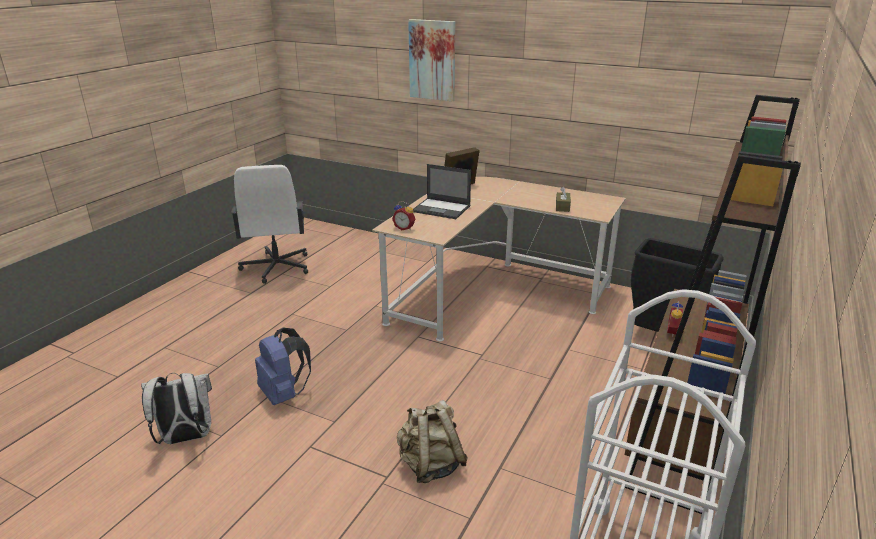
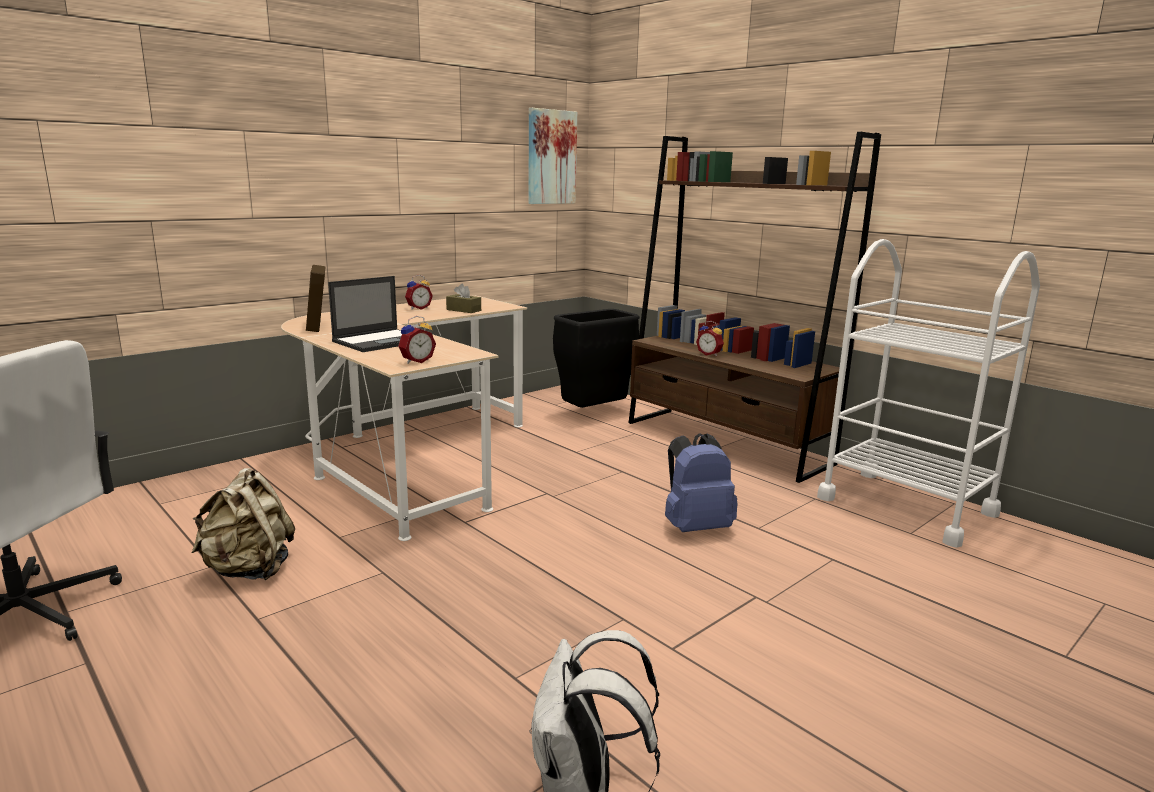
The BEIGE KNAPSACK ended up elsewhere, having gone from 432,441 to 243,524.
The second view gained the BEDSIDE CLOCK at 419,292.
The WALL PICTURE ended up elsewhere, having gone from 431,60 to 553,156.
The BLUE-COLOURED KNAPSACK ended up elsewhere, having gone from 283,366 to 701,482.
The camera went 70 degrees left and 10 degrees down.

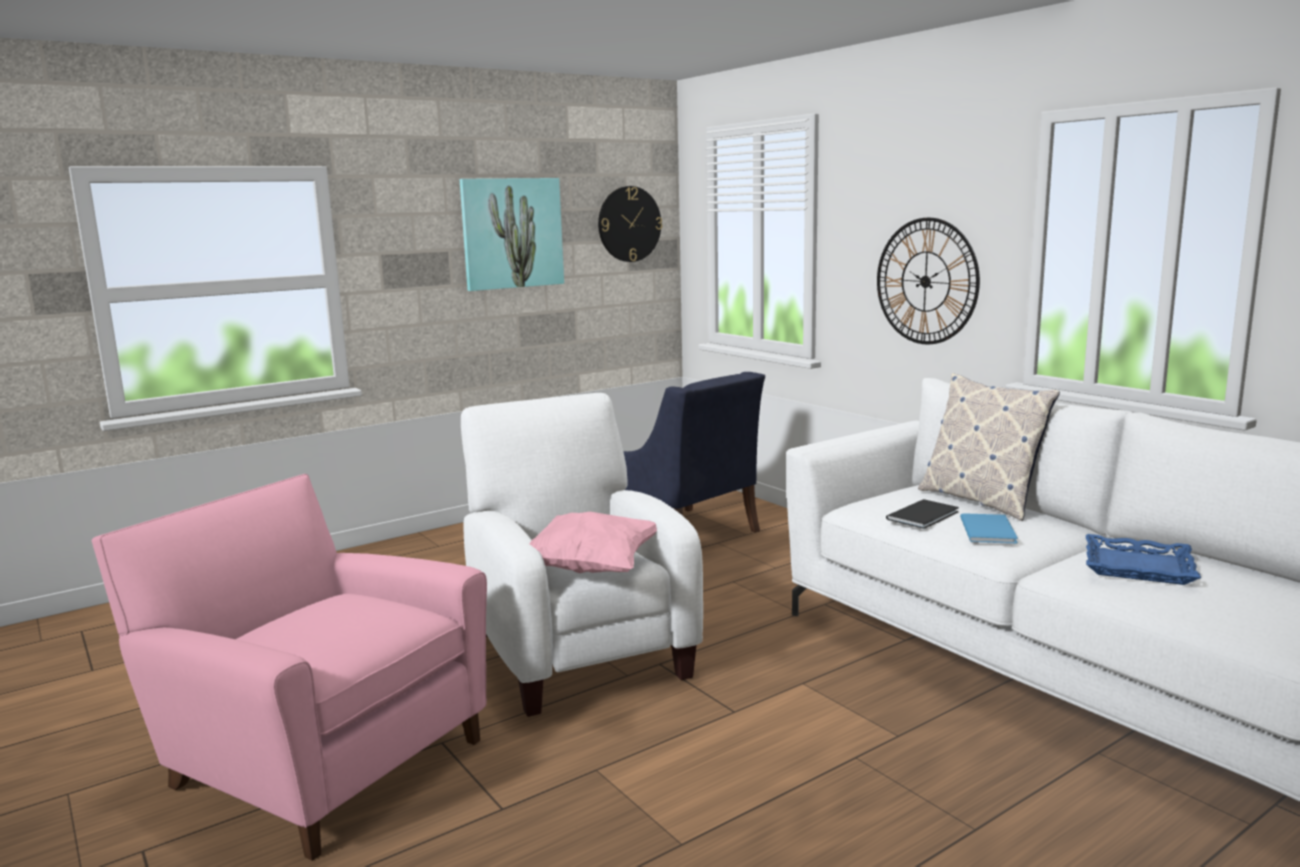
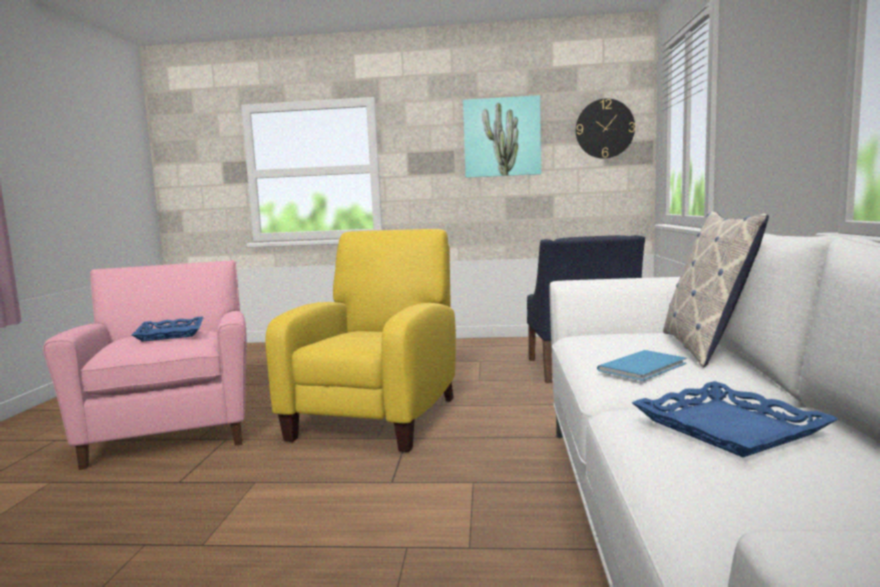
The second view gained the BLUE-COLOURED SERVING TRAY at 168,329.
What was the WHITISH LOUNGE CHAIR at 582,555 turned into the YELLOW-COLOURED LOUNGE CHAIR at 360,340.
The second view lost the PINK-COLOURED THROW PILLOW at 593,542.
The second view lost the HANGING CLOCK at 928,281.
The second view lost the BLACK VOLUME at 922,514.
The camera went 40 degrees right and 5 degrees down.

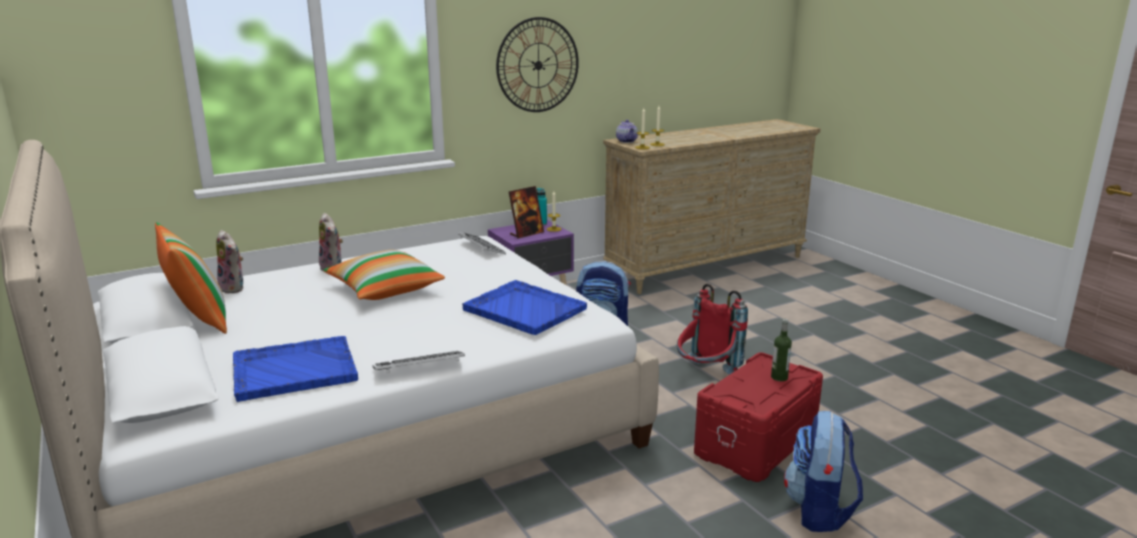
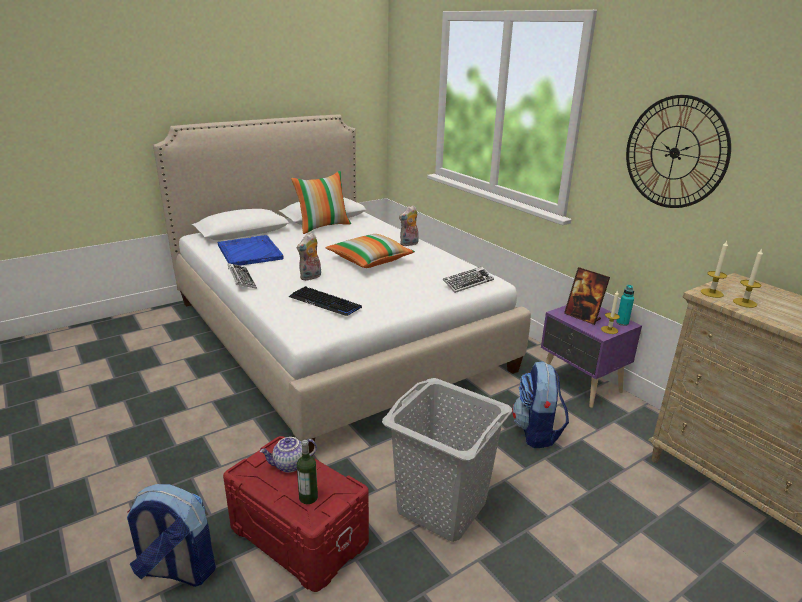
The POT FOR TEA ended up elsewhere, having gone from 627,131 to 288,455.
Where the BLUE-COLOURED SERVING TRAY stood at 524,307, the COMPUTER KEYBOARD came to stand at 325,301.
The CUDDLY TOY ended up elsewhere, having gone from 229,262 to 309,256.
Where the RED-COLOURED KNAPSACK stood at 712,329, the GRAY HAMPER came to stand at 447,460.
The camera went 85 degrees right and 5 degrees up.

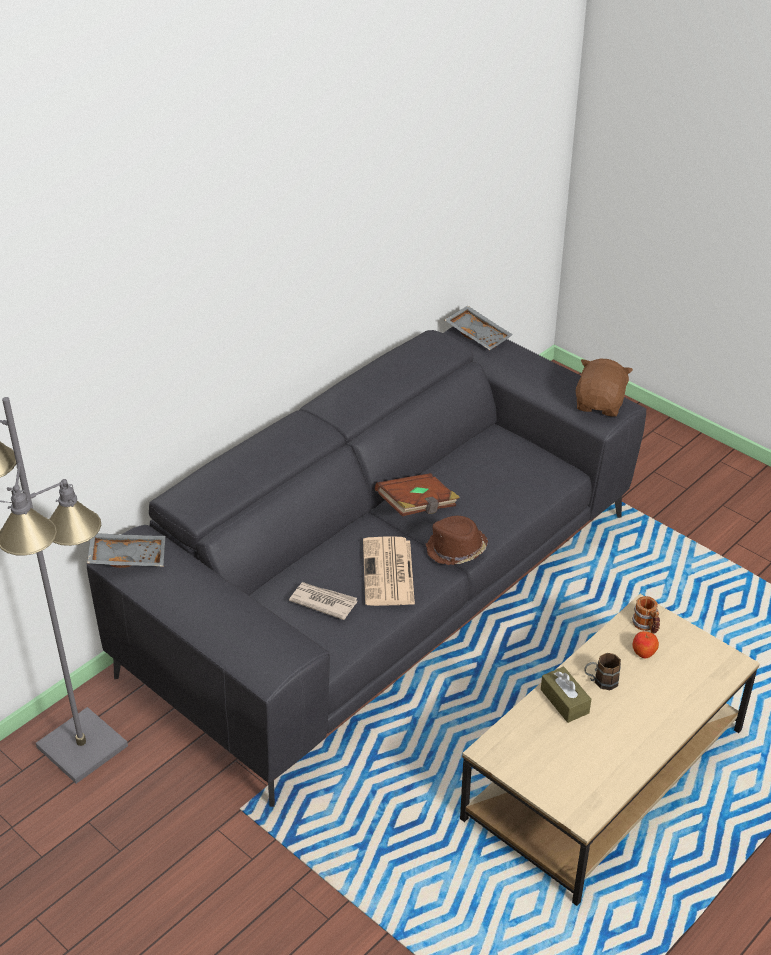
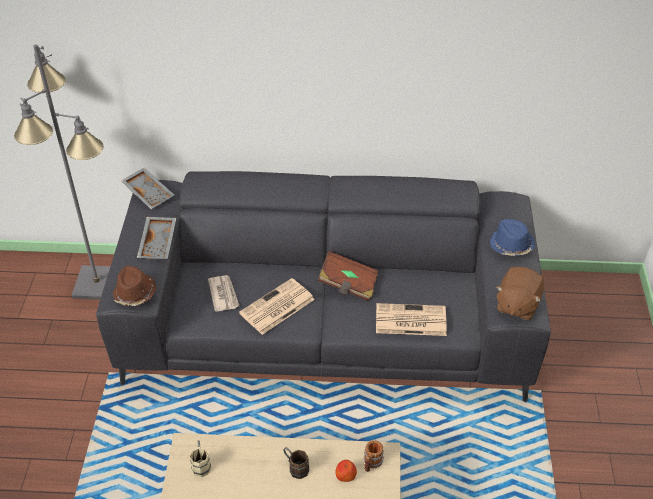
The BROWN WEARABLE HAT ended up elsewhere, having gone from 457,540 to 134,286.
The GRAY SERVING TRAY ended up elsewhere, having gone from 479,328 to 156,238.
The second view gained the BEIGE MUG at 200,458.
The second view gained the DAILY PAPER at 411,319.
The second view gained the BLUE-COLOURED WEARABLE HAT at 512,237.
The BROWN CUDDLY TOY at 604,387 ended up facing another way, 135 degrees clockwise from before.
The second view lost the BROWN BOX OF TISSUES at 566,694.
The camera went 50 degrees right and 5 degrees up.

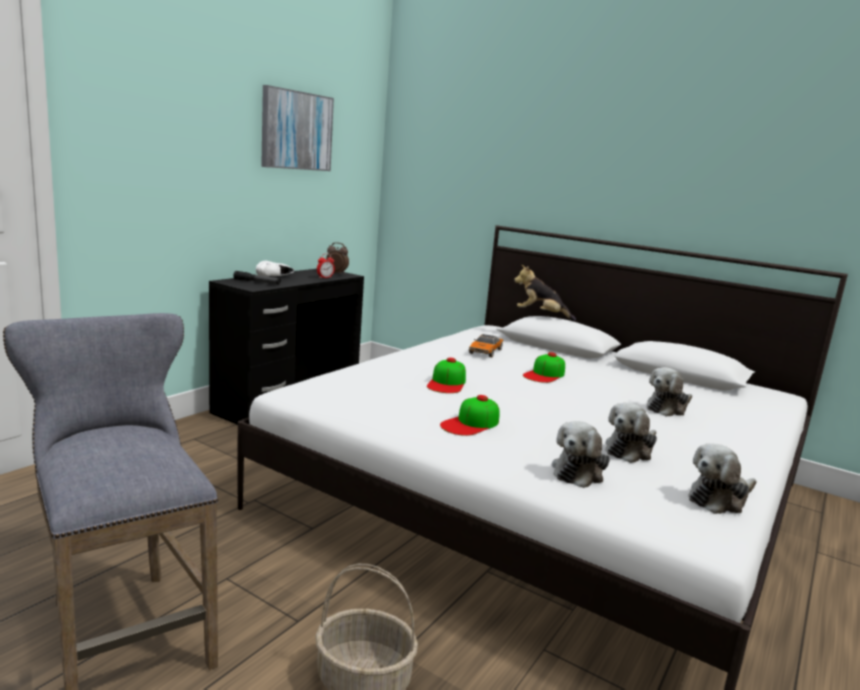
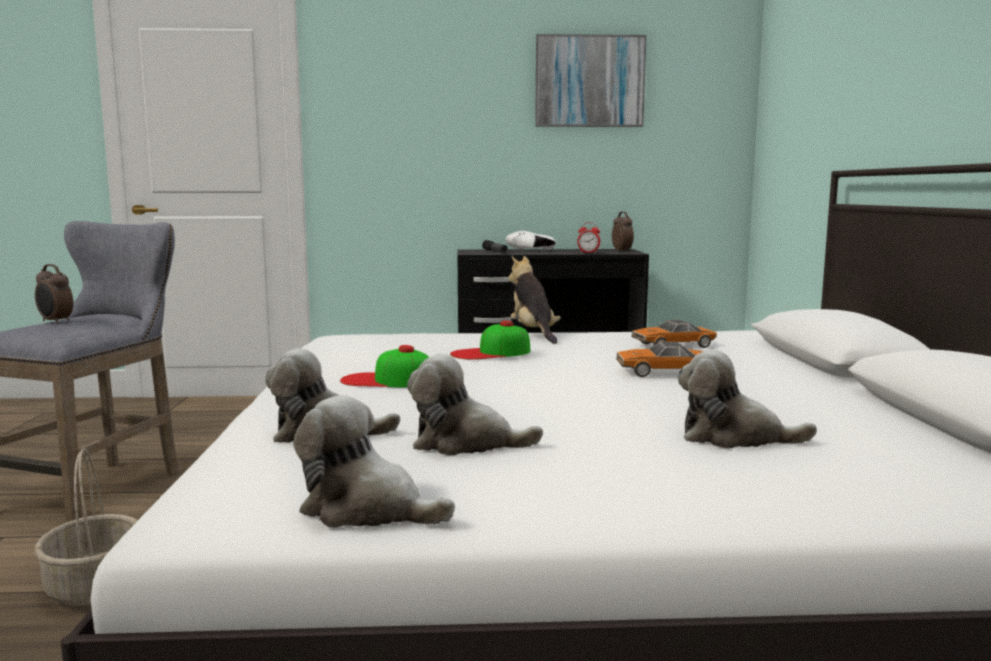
The second view gained the BEDSIDE CLOCK at 54,294.
The CUDDLY TOY ended up elsewhere, having gone from 545,293 to 535,300.
Where the BASEBALL CAP stood at 544,367, the MODEL CAR came to stand at 659,359.
The camera went 55 degrees right and 5 degrees down.

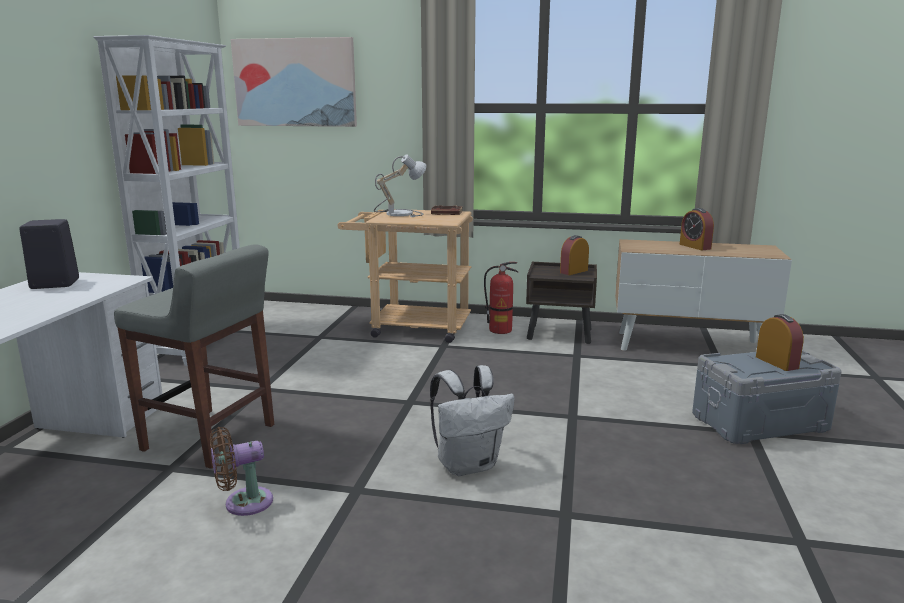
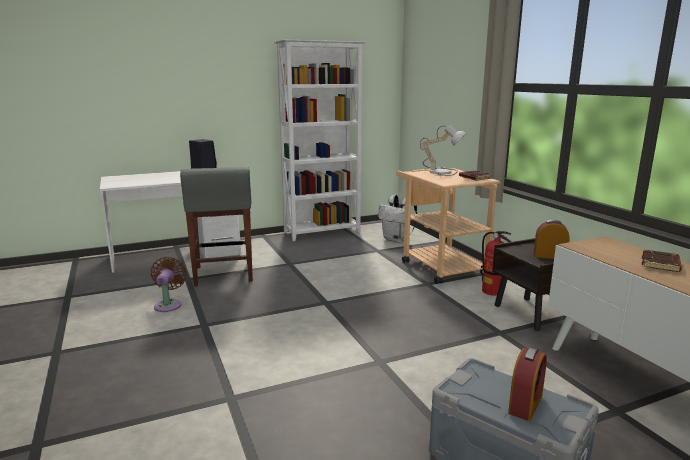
The BROWN COOLING FAN at 241,471 ended up facing another way, 60 degrees clockwise from before.
The WHITISH KNAPSACK ended up elsewhere, having gone from 472,420 to 397,218.
Where the BEDSIDE CLOCK stood at 696,229, the BROWN VOLUME came to stand at 662,260.
The second view lost the WALL PICTURE at 294,82.
The camera went 55 degrees right and 0 degrees up.

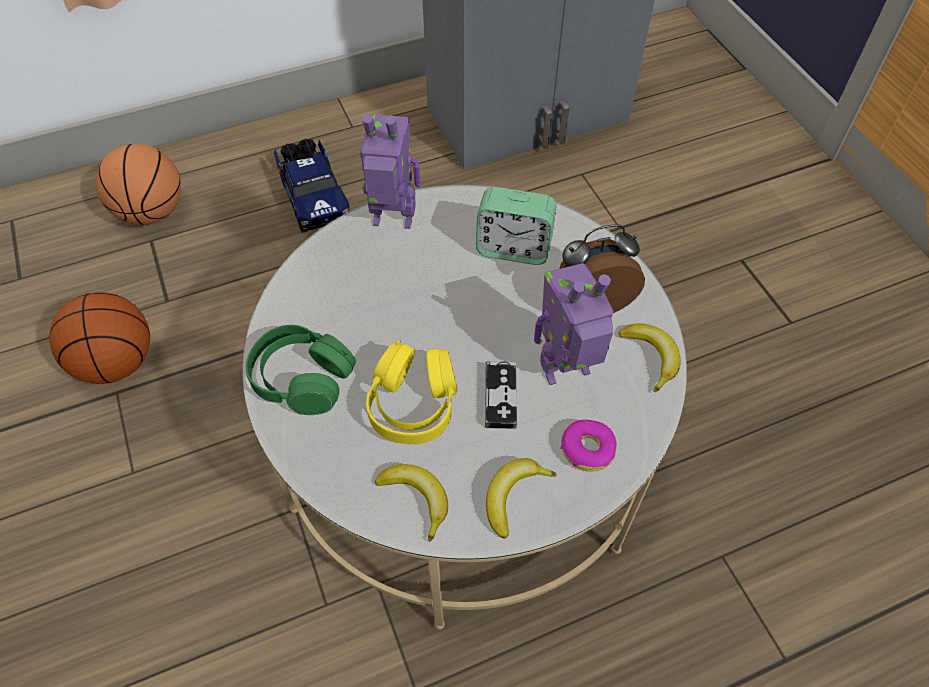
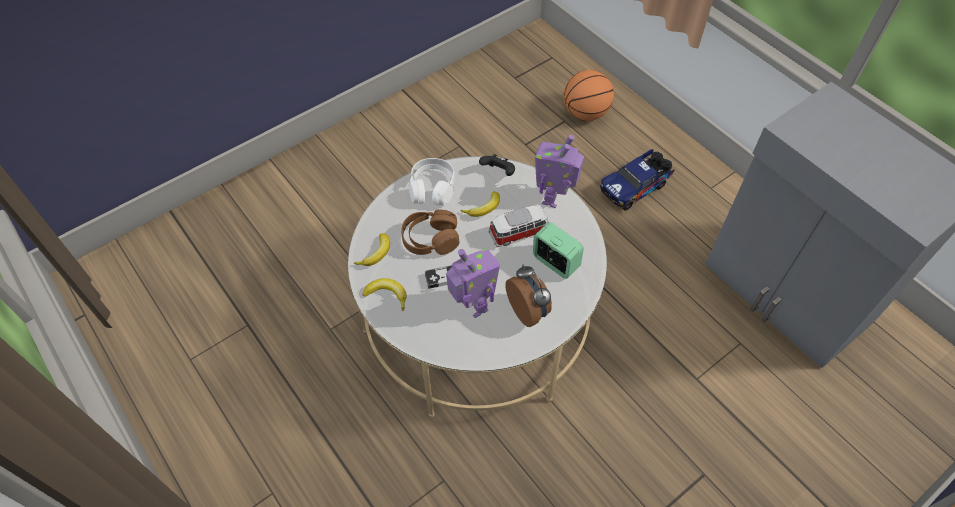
What was the YELLOW-COLOURED HEADSET at 412,392 turned into the BROWN HEADSET at 430,232.
What was the GREEN-COLOURED HEADSET at 301,370 turned into the WHITISH HEADSET at 432,181.
The WHOLE BANANA ended up elsewhere, having gone from 649,357 to 480,204.
The second view gained the BLACK GAMEPAD at 497,165.
The second view gained the MODEL CAR at 518,226.
The BEDSIDE CLOCK at 516,226 ended up facing another way, 135 degrees clockwise from before.
The ROBOT FIGURE at 390,171 ended up facing another way, 150 degrees counterclockwise from before.
The second view lost the BALL FOR BASKETBALL at 99,338.
The second view lost the RING DOUGHNUT at 589,446.
The camera went 75 degrees right and 0 degrees up.

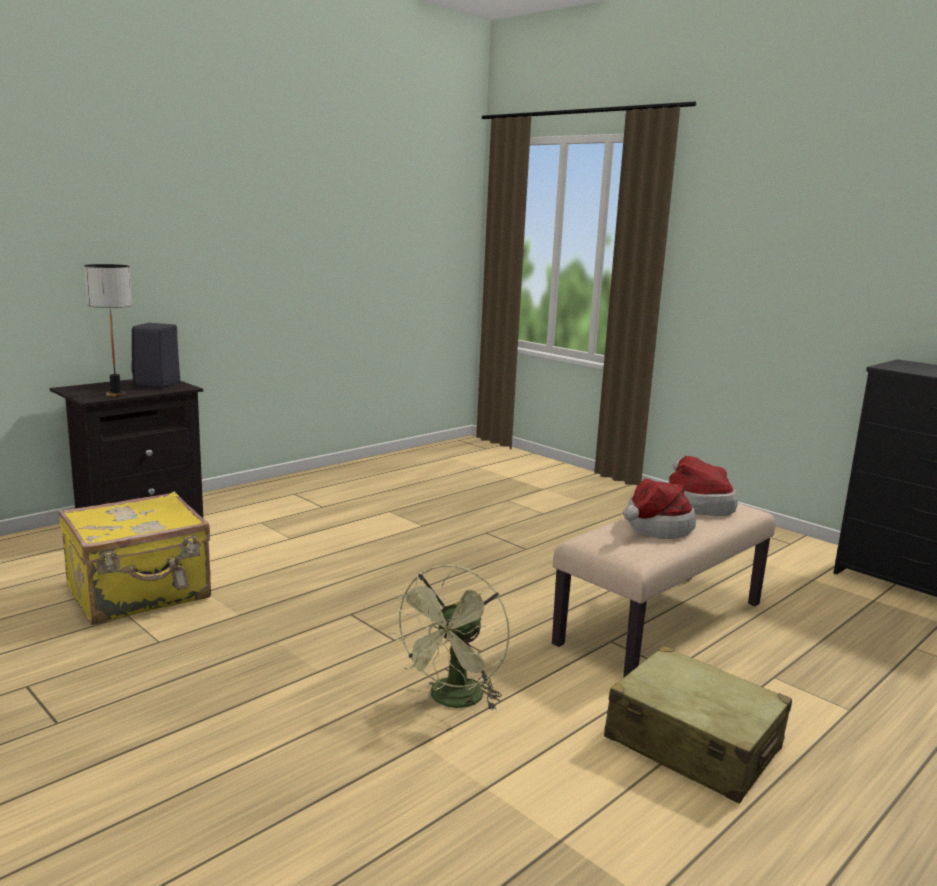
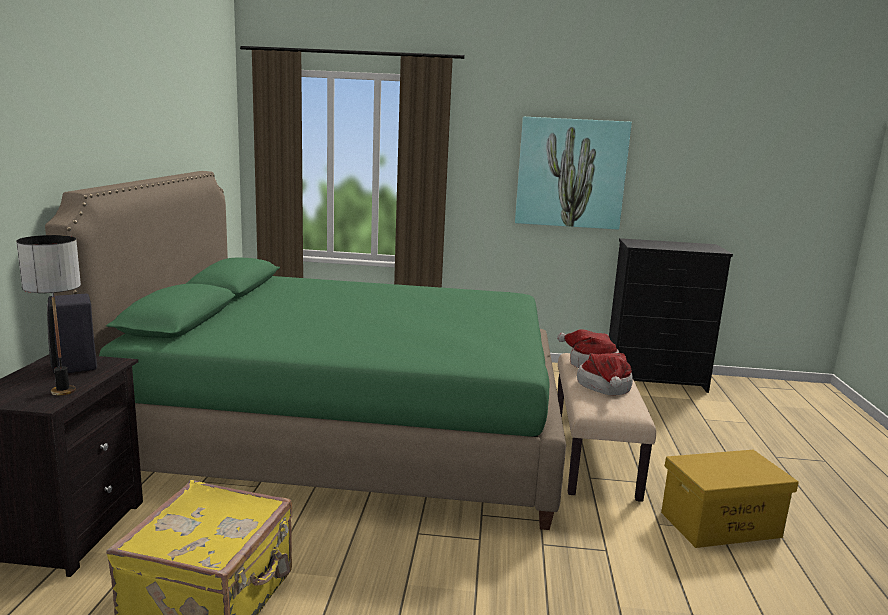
The second view gained the GREEN-COLOURED SLEEPING BED at 305,350.
The second view gained the WALL PICTURE at 573,173.
Where the BEIGE SUITCASE stood at 698,725, the YELLOW-COLOURED STORAGE BIN came to stand at 730,499.
The second view lost the GREEN-COLOURED COOLING FAN at 450,638.
The camera went 40 degrees left and 0 degrees up.

